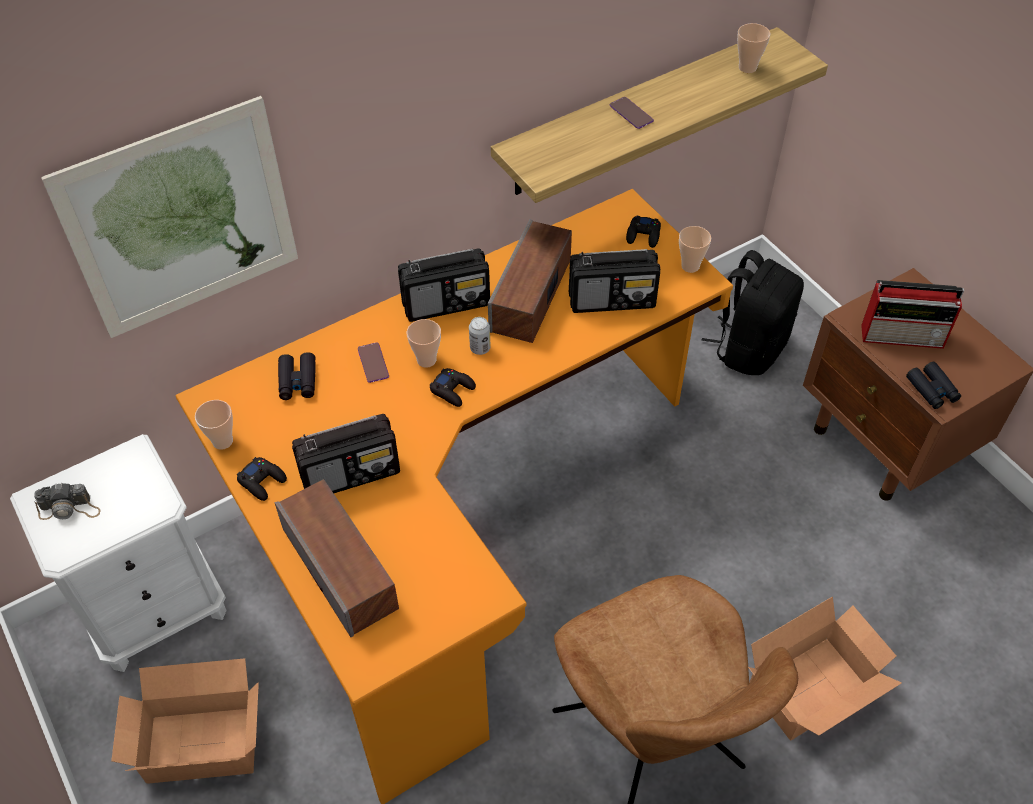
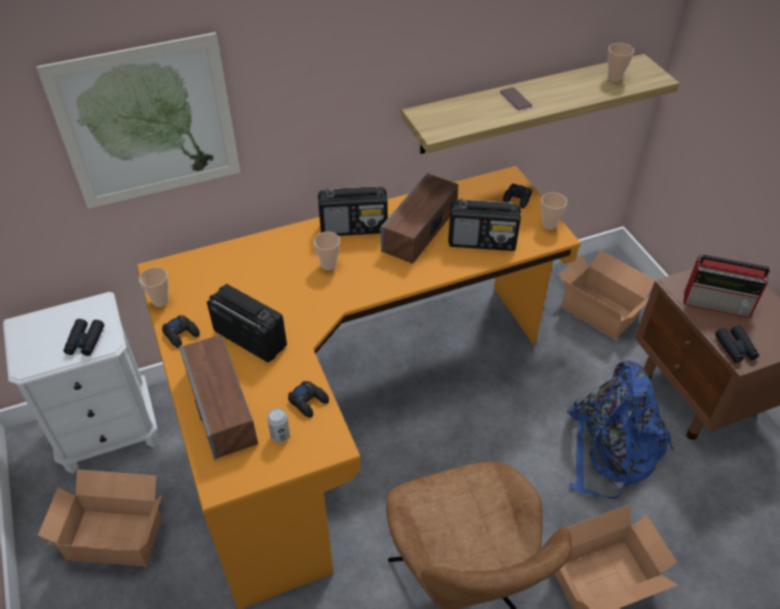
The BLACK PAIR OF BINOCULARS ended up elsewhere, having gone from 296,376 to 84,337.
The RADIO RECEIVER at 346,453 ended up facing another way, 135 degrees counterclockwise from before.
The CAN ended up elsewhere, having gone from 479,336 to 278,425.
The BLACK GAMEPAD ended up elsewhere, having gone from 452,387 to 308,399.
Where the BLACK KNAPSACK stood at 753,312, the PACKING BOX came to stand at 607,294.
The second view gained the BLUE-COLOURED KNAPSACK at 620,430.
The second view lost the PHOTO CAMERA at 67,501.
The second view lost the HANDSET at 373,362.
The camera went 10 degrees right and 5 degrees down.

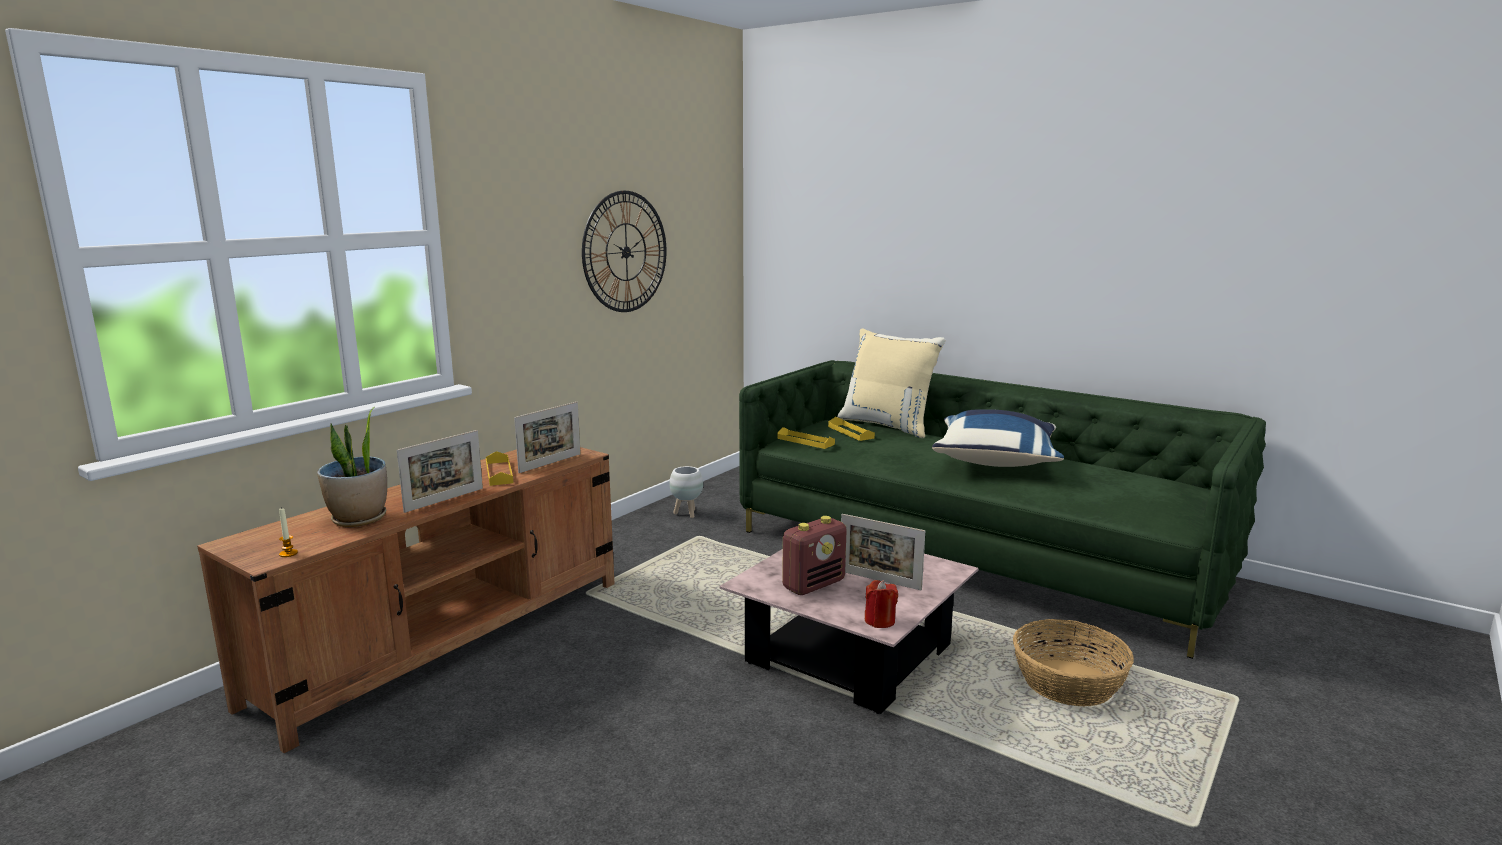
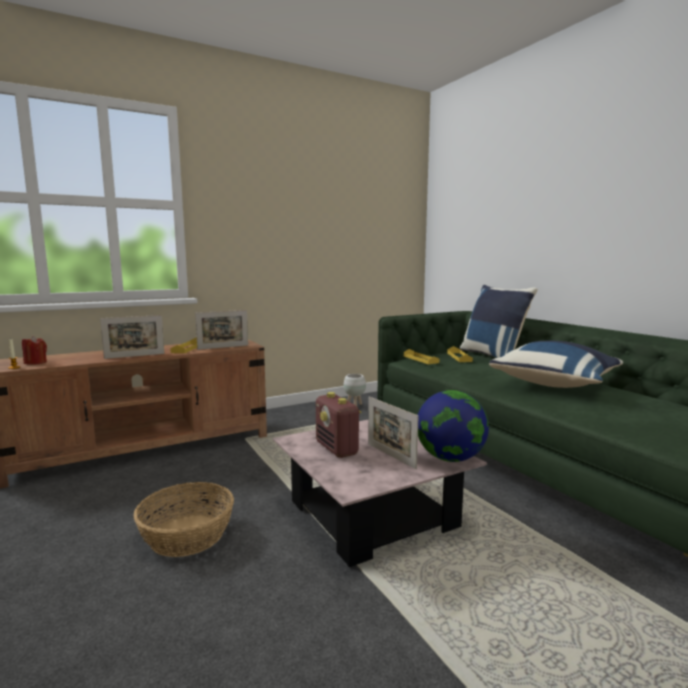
The RED-COLOURED WAX CANDLE ended up elsewhere, having gone from 881,604 to 34,350.
The STORAGE BASKET ended up elsewhere, having gone from 1073,663 to 184,519.
The RADIO RECEIVER at 814,555 ended up facing another way, 75 degrees clockwise from before.
The second view gained the GLOBE at 453,426.
What was the BEIGE THROW PILLOW at 891,383 turned into the BLUE-COLOURED THROW PILLOW at 498,321.
The second view lost the PLANT IN A POT at 352,467.
The second view lost the HANGING CLOCK at 624,251.
The camera went 25 degrees right and 5 degrees down.

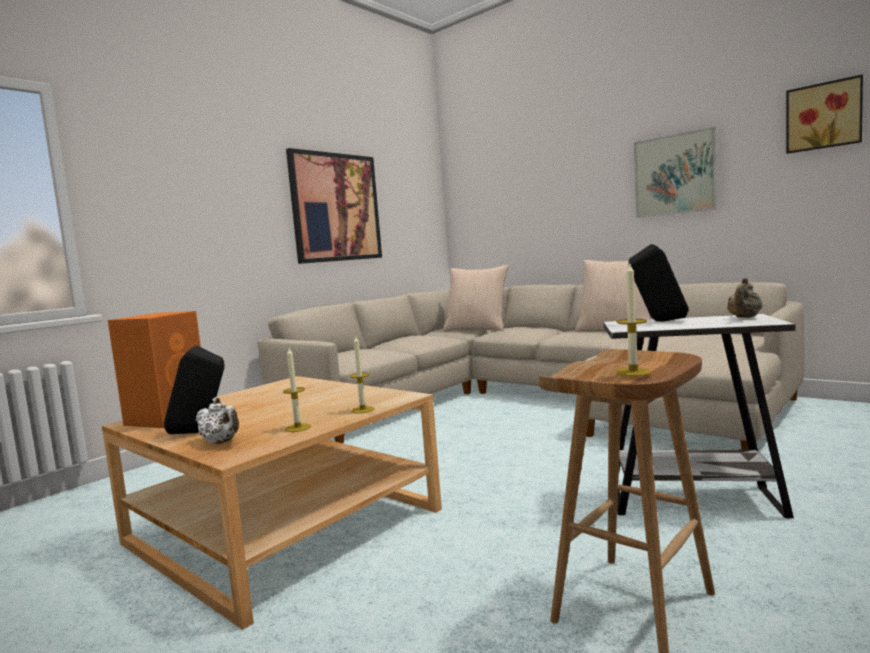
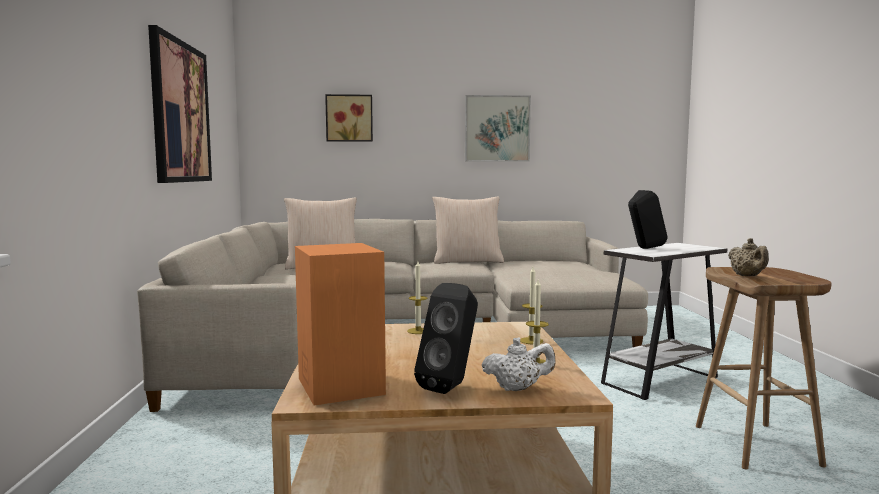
The WALL PICTURE ended up elsewhere, having gone from 824,114 to 349,118.
The WAX CANDLE ended up elsewhere, having gone from 633,320 to 417,297.
The BEIGE POT FOR TEA ended up elsewhere, having gone from 744,298 to 748,257.
The camera went 45 degrees left and 0 degrees up.

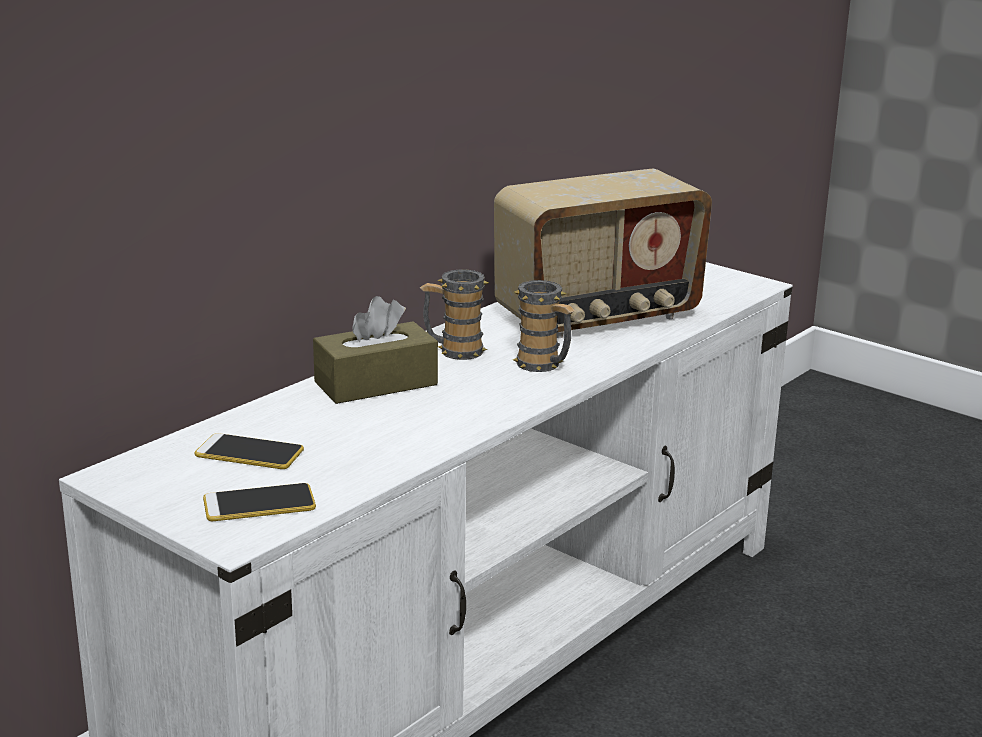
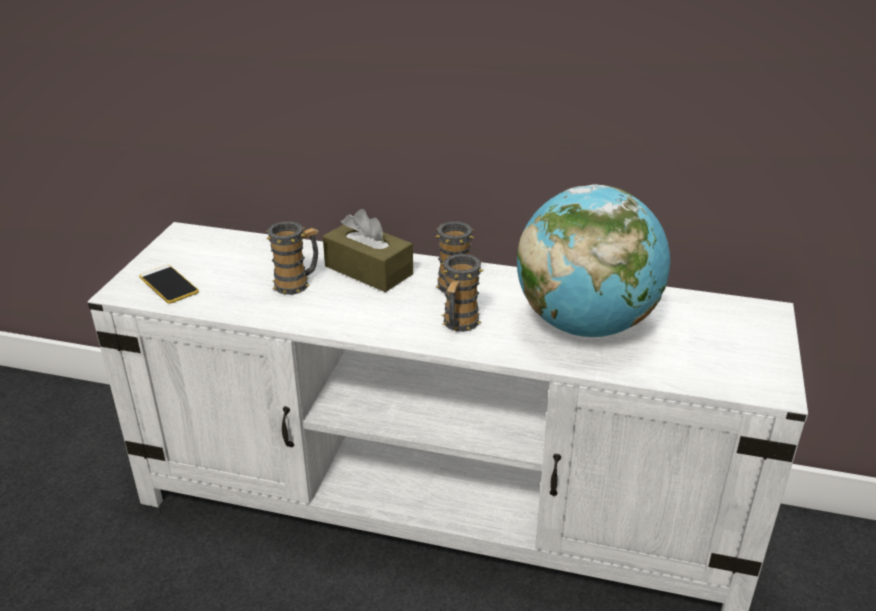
The second view gained the MUG at 292,258.
Where the RADIO RECEIVER stood at 603,253, the GLOBE came to stand at 593,260.
The second view lost the HANDSET at 249,451.
The camera went 65 degrees right and 10 degrees up.

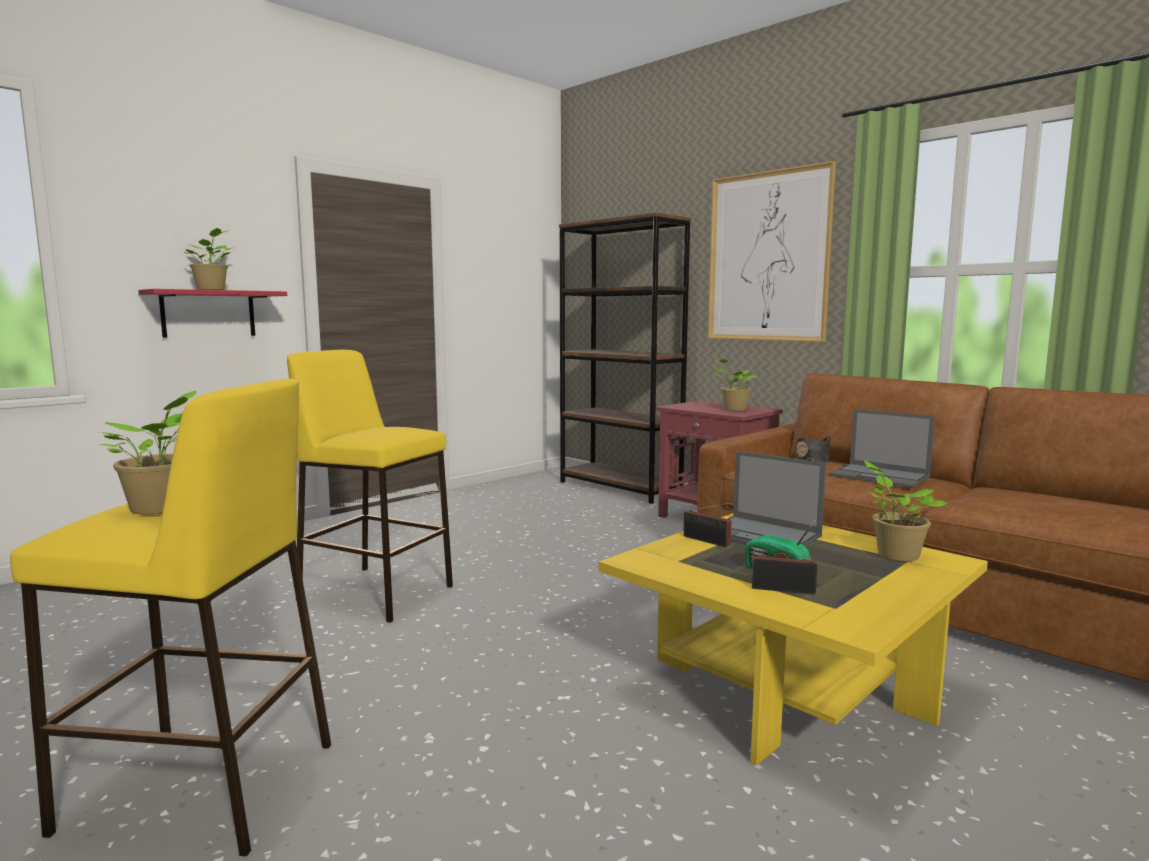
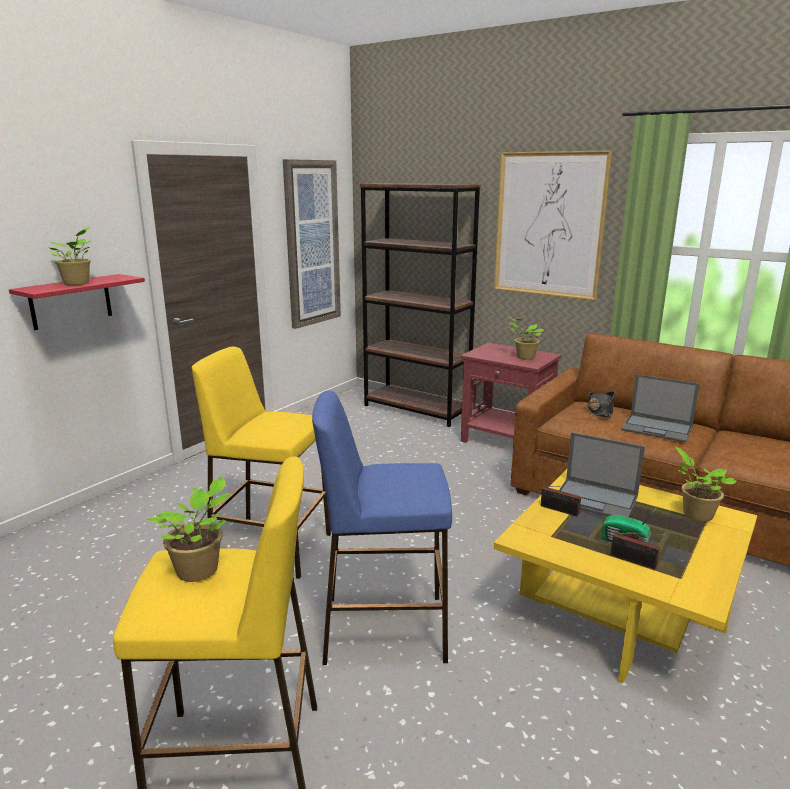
The second view gained the WALL PICTURE at 312,244.
The second view gained the BLUE-COLOURED STOOL at 382,528.
The RADIO RECEIVER at 781,565 ended up facing another way, 150 degrees counterclockwise from before.
The camera went 10 degrees left and 10 degrees up.

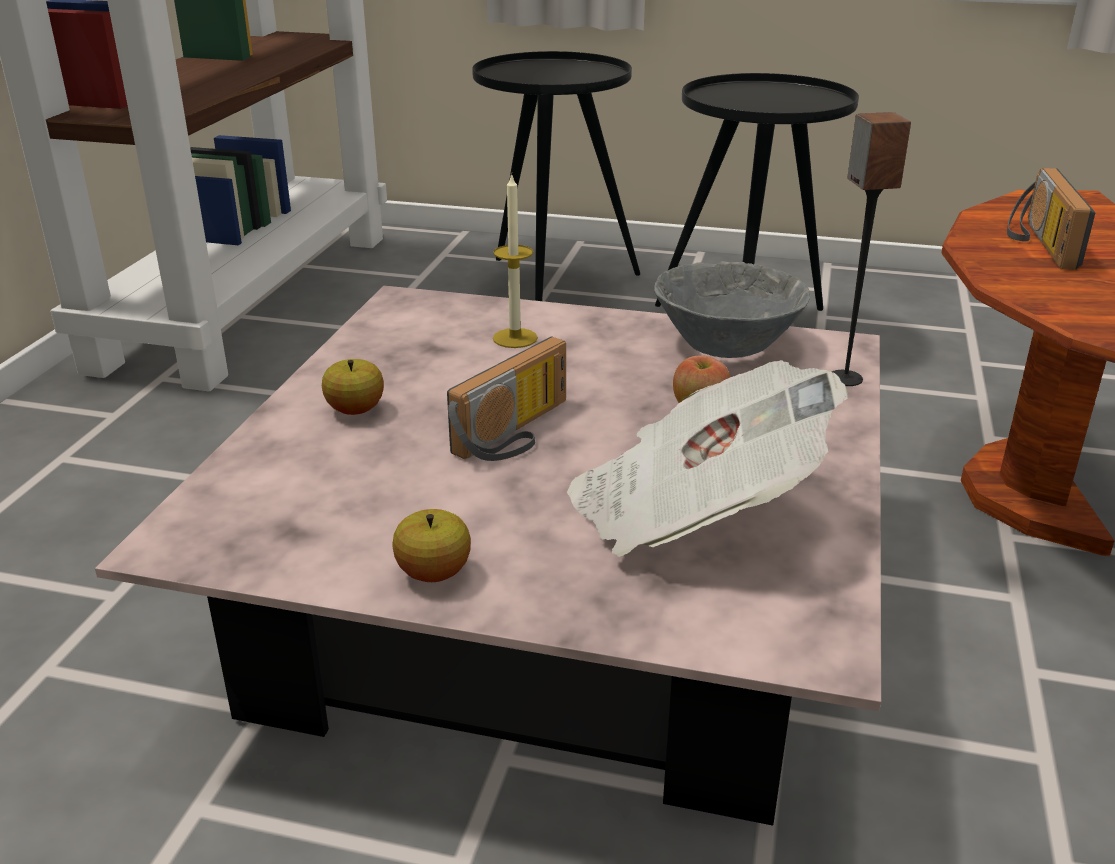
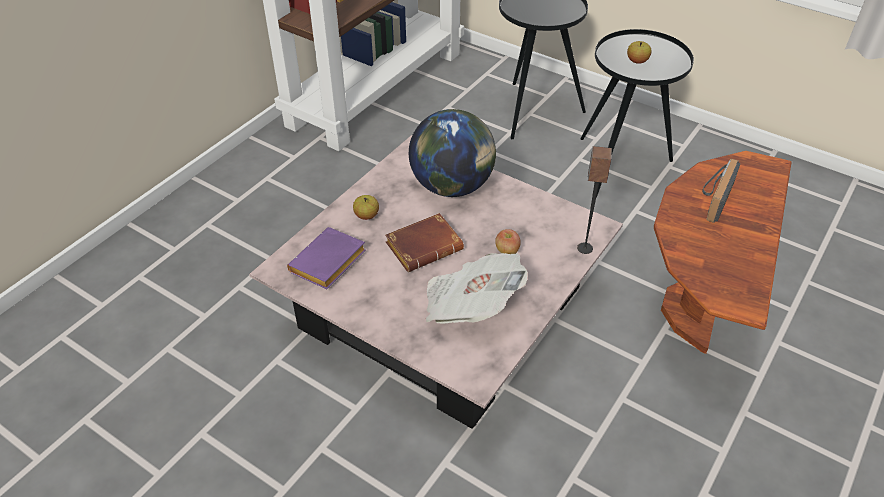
The second view gained the PURPLISH VOLUME at 326,258.
Where the RADIO RECEIVER stood at 506,399, the BROWN VOLUME came to stand at 424,242.
Where the WAX CANDLE stood at 515,261, the GLOBE came to stand at 452,153.
The APPLE FRUIT ended up elsewhere, having gone from 431,545 to 639,52.
The second view lost the GRAY DEEP DISH at 732,309.
The camera went 20 degrees right and 15 degrees up.

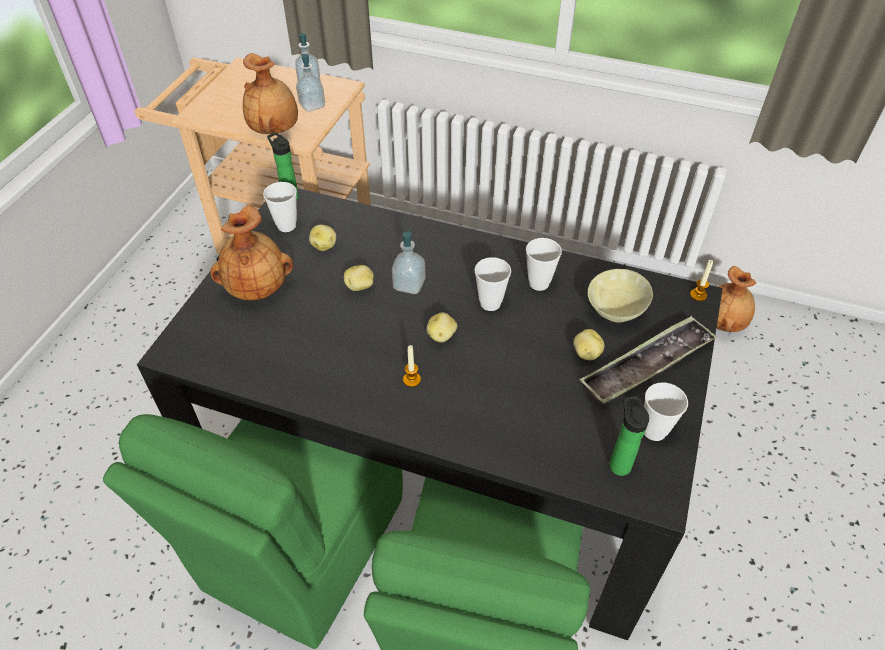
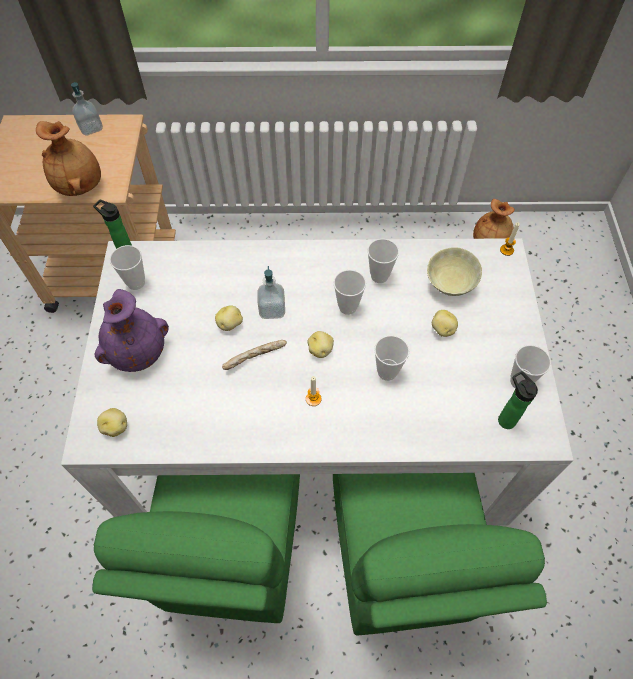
What was the BLACK KITCHEN TABLE at 430,414 turned into the WHITISH KITCHEN TABLE at 317,382.
What was the BROWN VASE at 251,253 turned into the PURPLISH VASE at 132,330.
The SPUD ended up elsewhere, having gone from 322,237 to 112,422.
The second view gained the BAKED BREAD at 254,355.
The second view gained the DRINKING CUP at 391,358.
The second view lost the SOAP DISPENSER at 310,83.
The second view lost the SERVING TRAY at 648,360.
The camera went 20 degrees left and 10 degrees up.

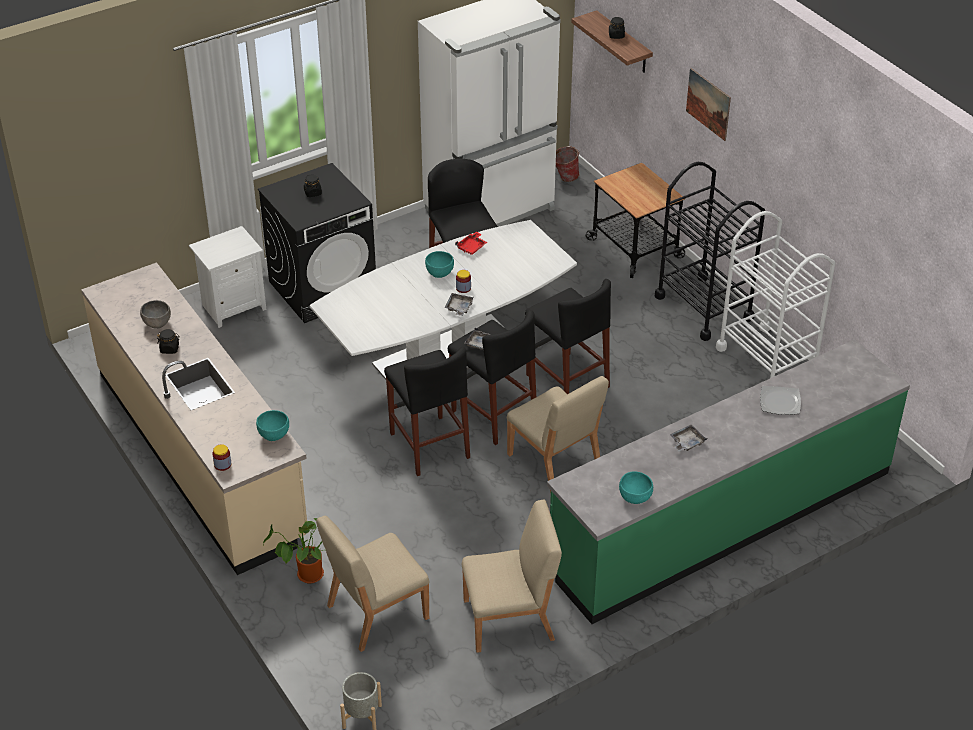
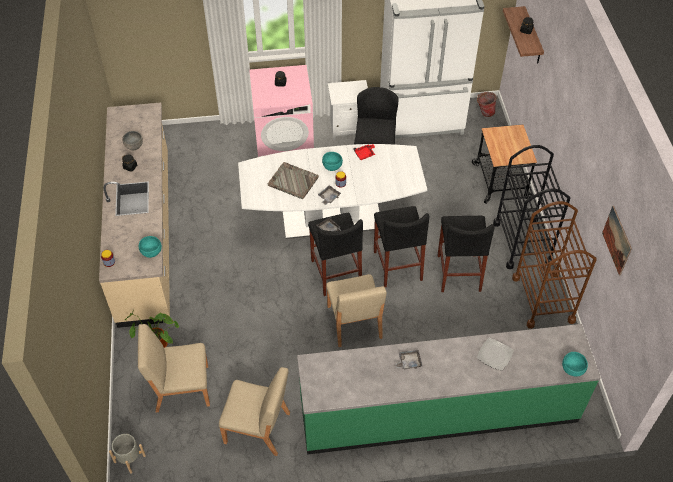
What was the BLACK WASHING MACHINE at 317,243 turned into the PINK-COLOURED WASHING MACHINE at 281,111.
The second view gained the GRAY SERVING TRAY at 293,180.
The WHITISH NIGHTSTAND ended up elsewhere, having gone from 227,277 to 348,110.
The BLACK STOOL ended up elsewhere, having gone from 427,411 to 466,254.
What was the WHITISH CART at 775,294 turned into the BROWN CART at 554,265.
The TURQUOISE-COLOURED DEEP DISH ended up elsewhere, having gone from 636,487 to 575,364.
The WALL PICTURE ended up elsewhere, having gone from 708,104 to 617,241.
The camera went 25 degrees right and 10 degrees up.

